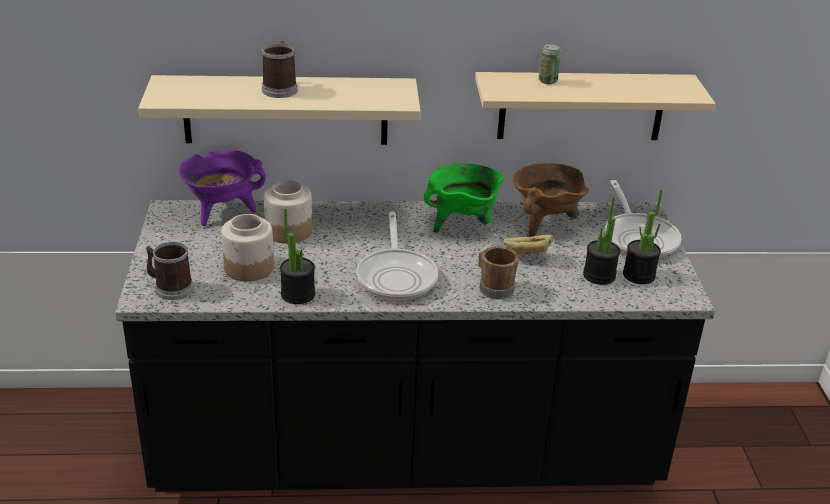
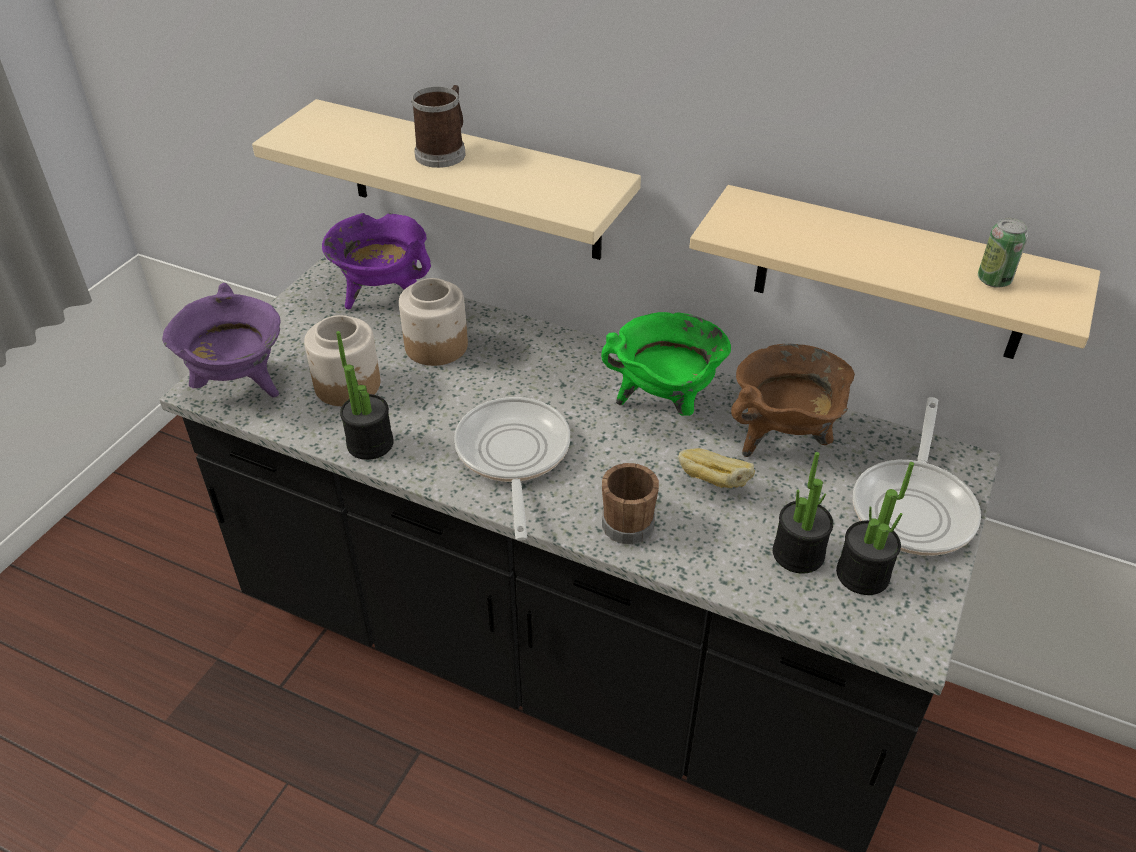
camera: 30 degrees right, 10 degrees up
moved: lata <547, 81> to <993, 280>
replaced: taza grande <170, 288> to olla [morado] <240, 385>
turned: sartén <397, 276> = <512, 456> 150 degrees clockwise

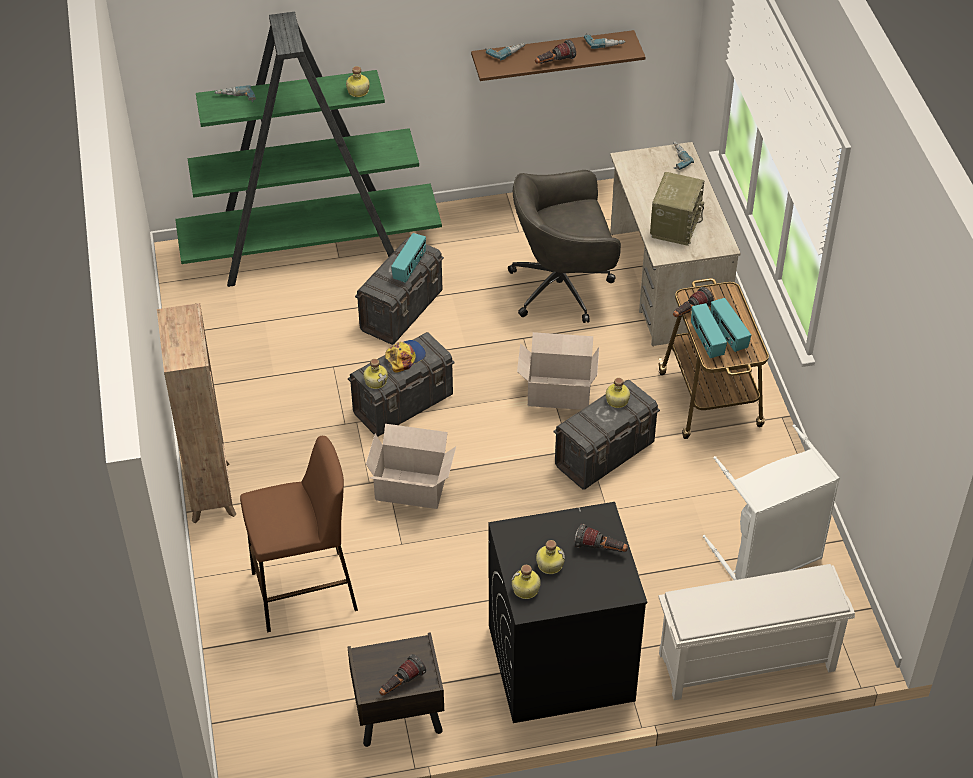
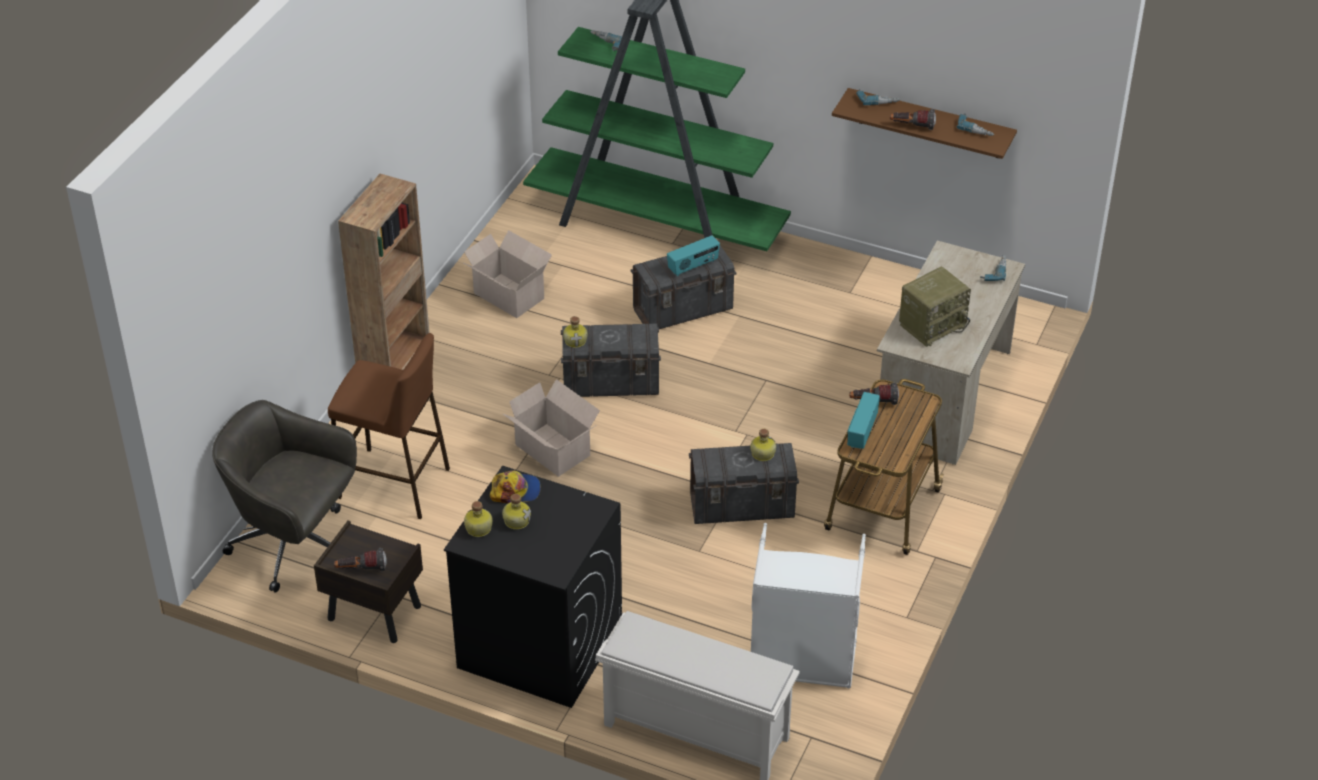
camera: 35 degrees right, 5 degrees down
removed: botella <358, 91>; linterna <601, 549>; radio <728, 335>
moved: gorra <405, 357> to <515, 491>; silla de oficina [gris] <563, 287> to <295, 546>; caja de cartón <557, 392> to <507, 295>

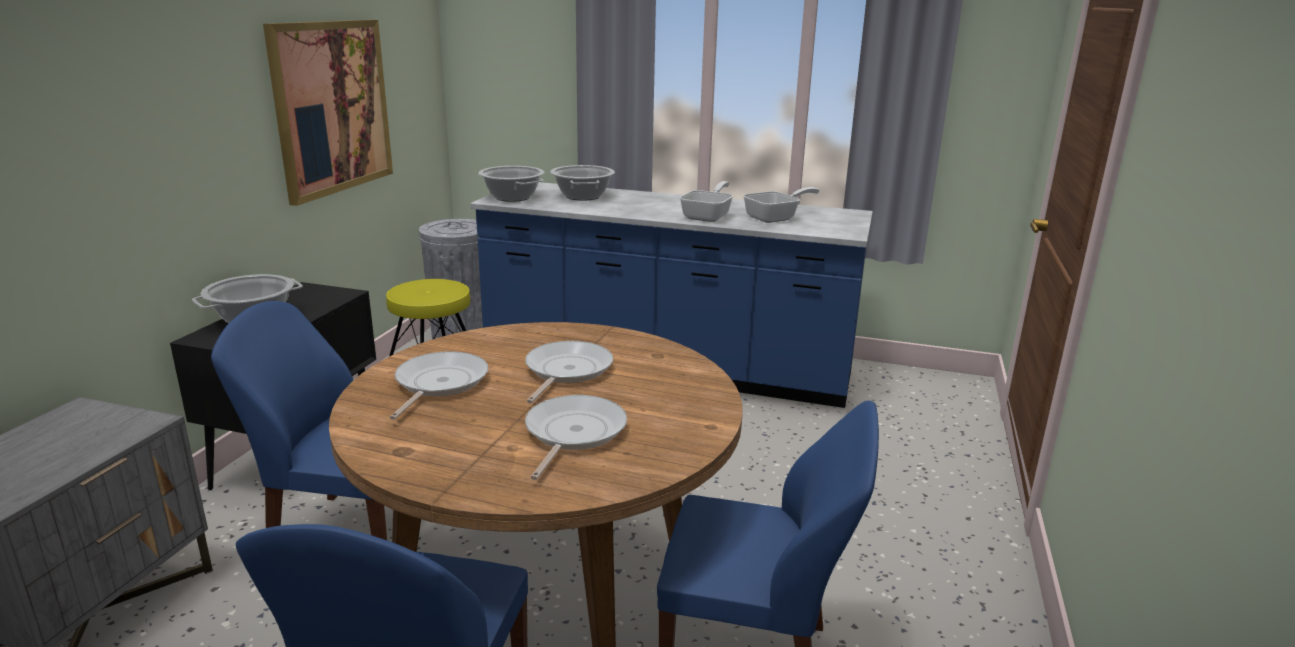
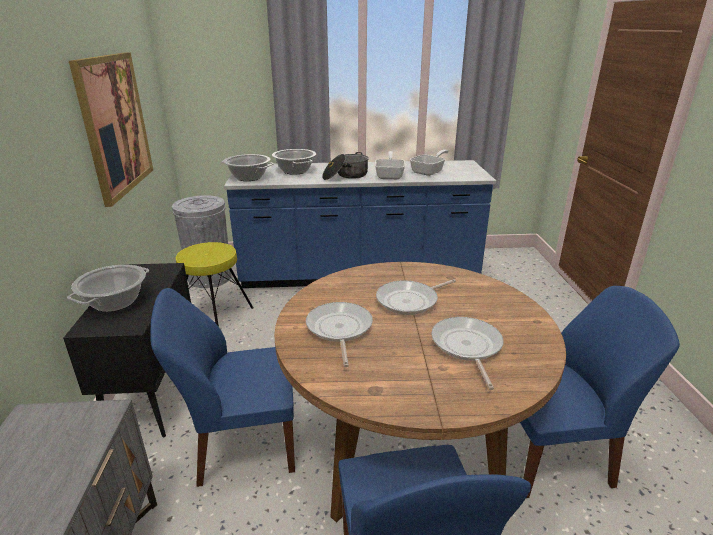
camera: 20 degrees left, 5 degrees up
added: olla <345, 176>
turned: sartén <566, 371> = <410, 301> 120 degrees counterclockwise

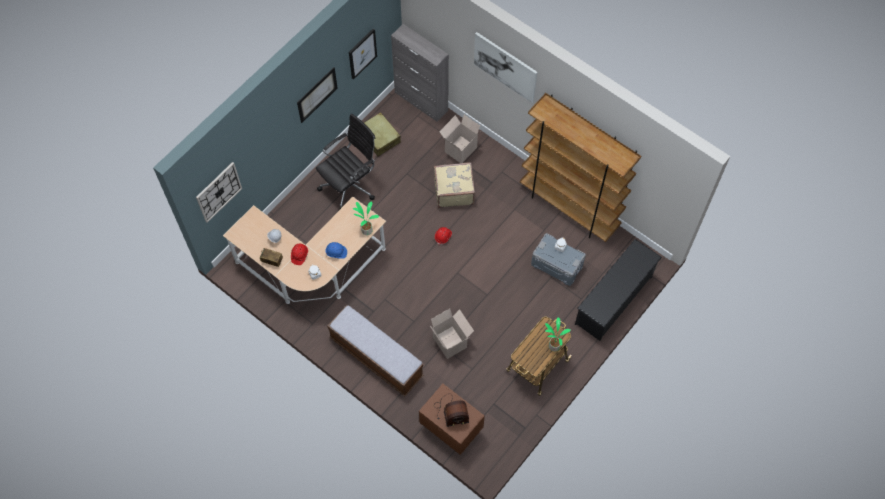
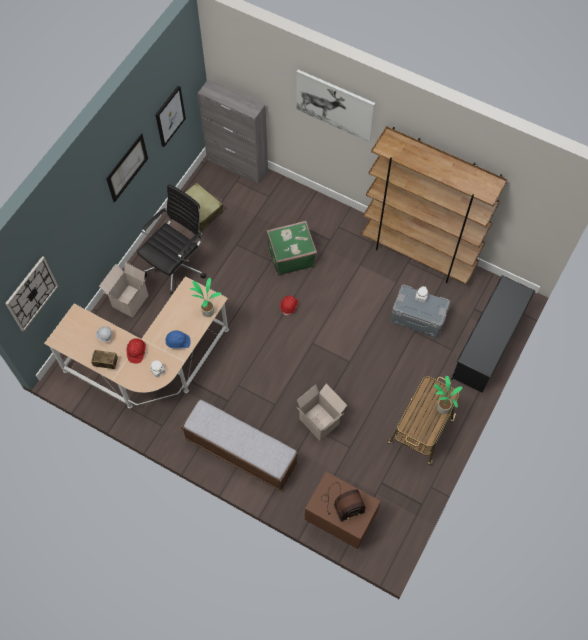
camera: 10 degrees left, 0 degrees up
moved: caja de cartón <460, 149> to <129, 300>
recoloured: maleta [beis] <453, 191> to maleta [verde] <290, 255>

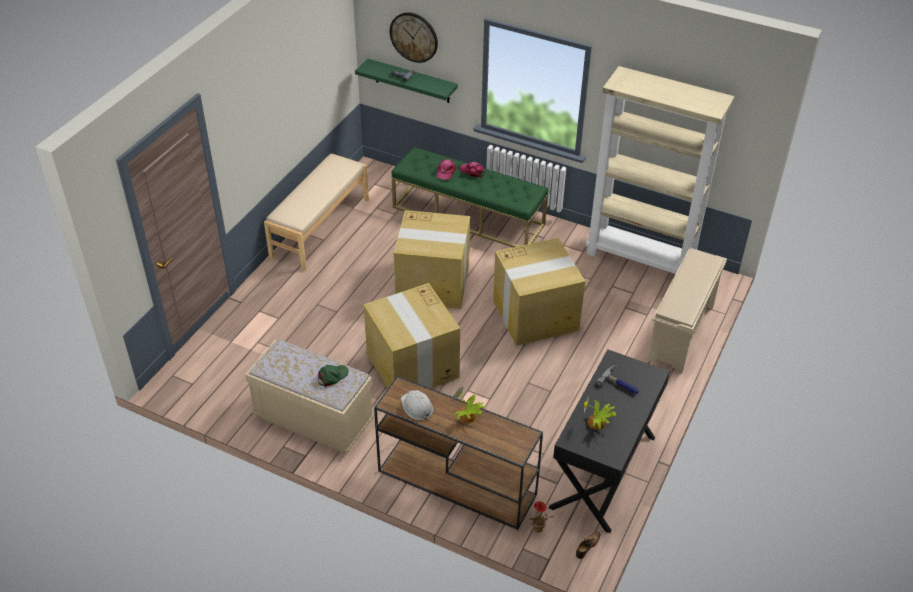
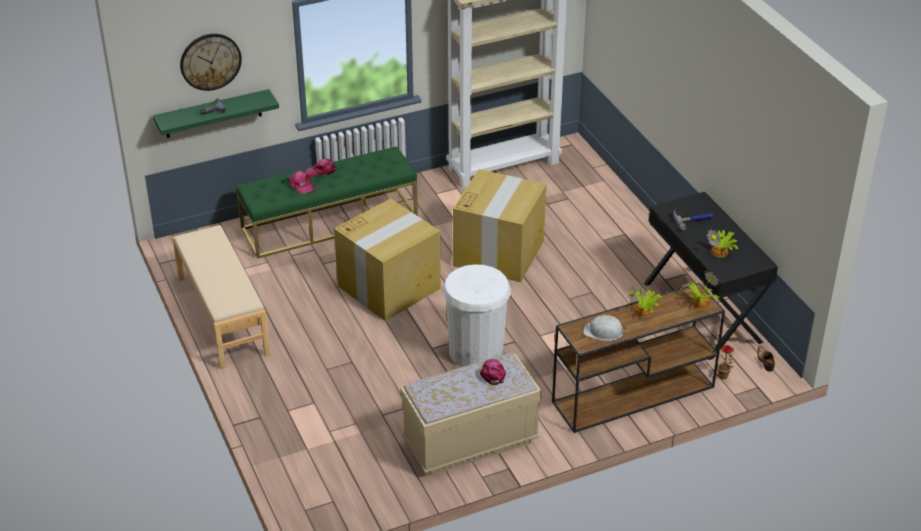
camera: 50 degrees left, 5 degrees down
removed: zapatero [beis] <681, 333>
added: planta en maceta <699, 303>
replaced: caja de cartón <413, 366> to papelera [blanco] <476, 351>
recoloured: gorra [verde] <332, 376> to gorra [rosa] <493, 373>

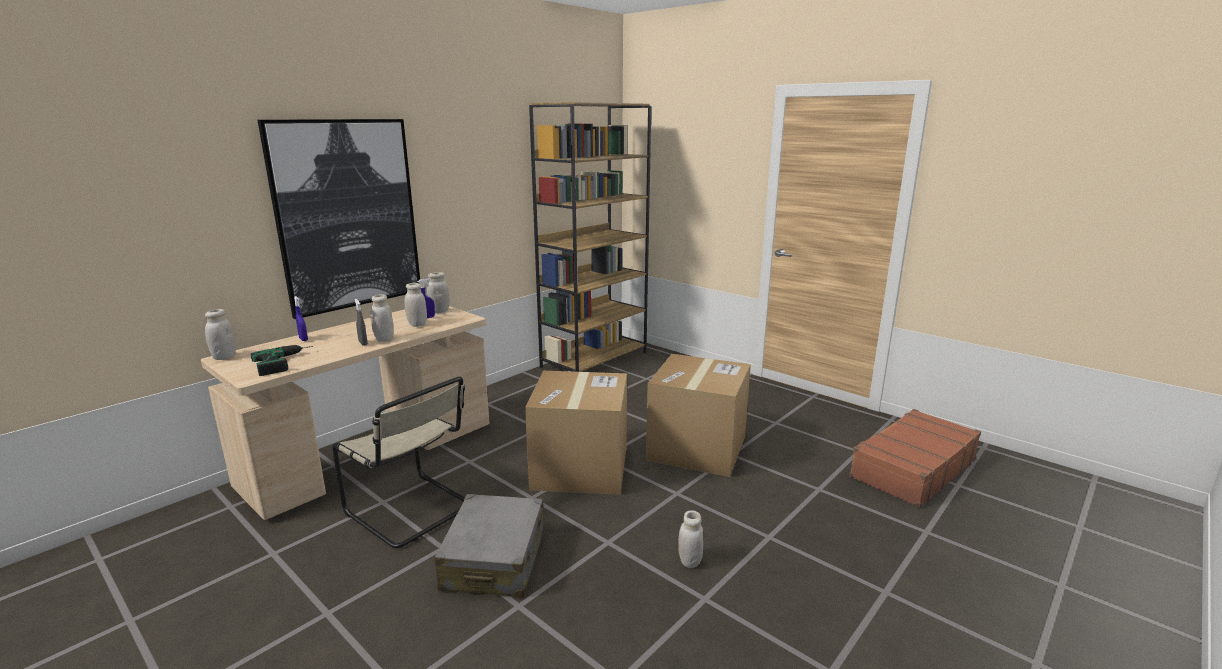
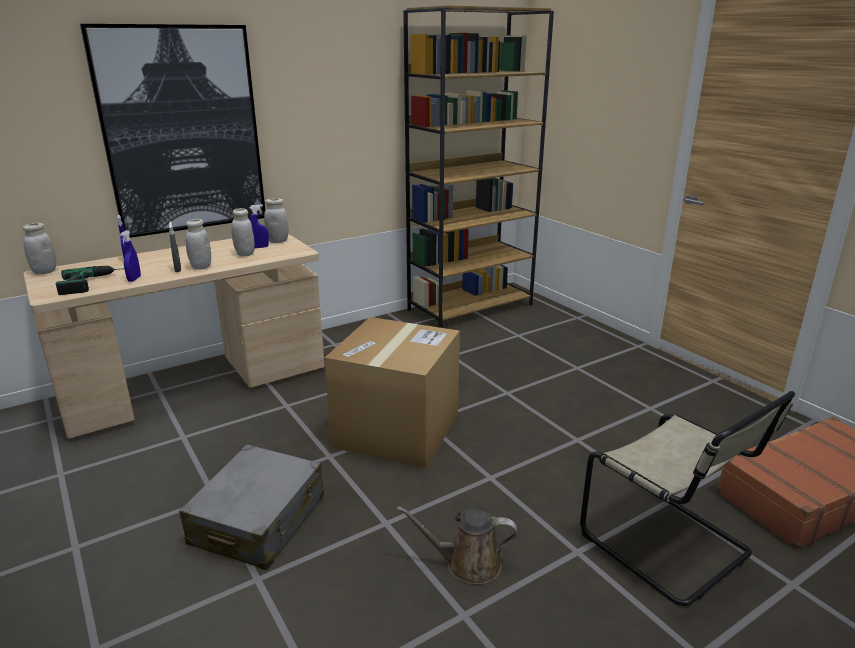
camera: 15 degrees right, 5 degrees up
removed: caja de cartón <697, 448>
added: pulverizador [azul] <134, 279>
moved: silla [beis] <412, 511> to <670, 547>
replaced: tarro [blanco] <690, 561> to regadera [marrón] <467, 564>

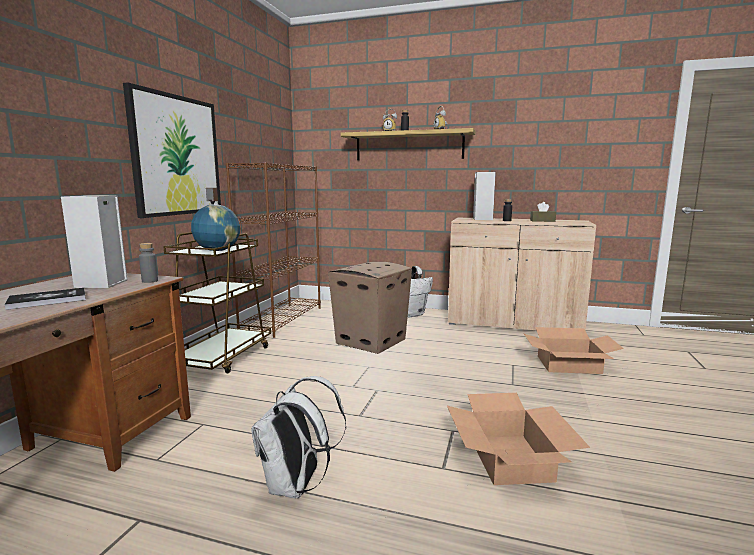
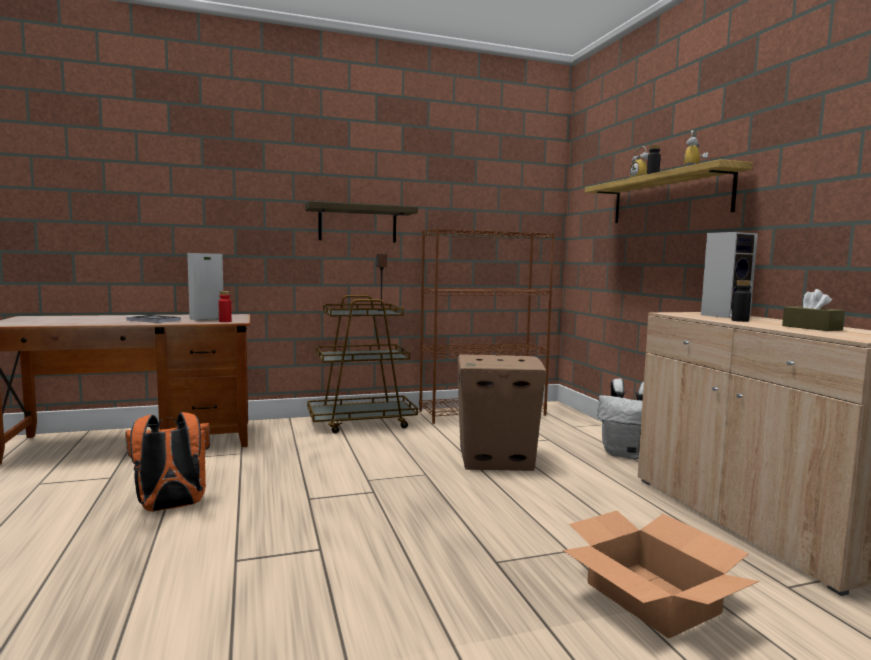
camera: 55 degrees right, 5 degrees down
removed: globo terráqueo <217, 250>; caja de cartón <510, 458>
replaced: cuadro <176, 156> to estante <357, 224>
recoloured: botella [gris] <150, 281> to botella [rojo] <225, 321>; mochila [blanco] <296, 486> to mochila [naranja] <170, 507>

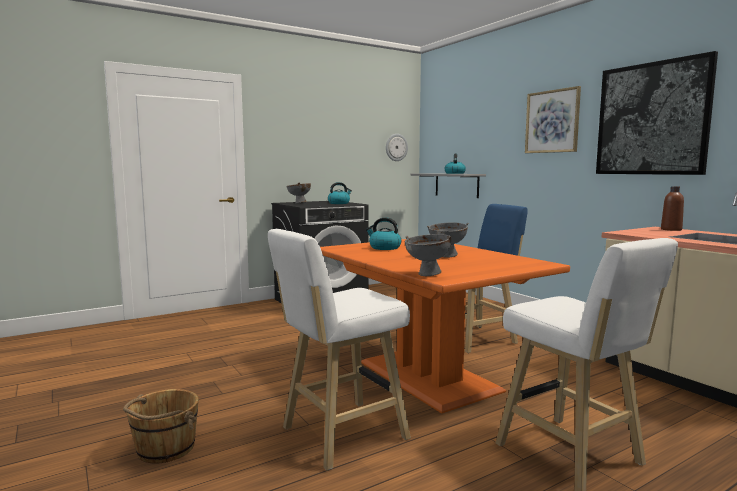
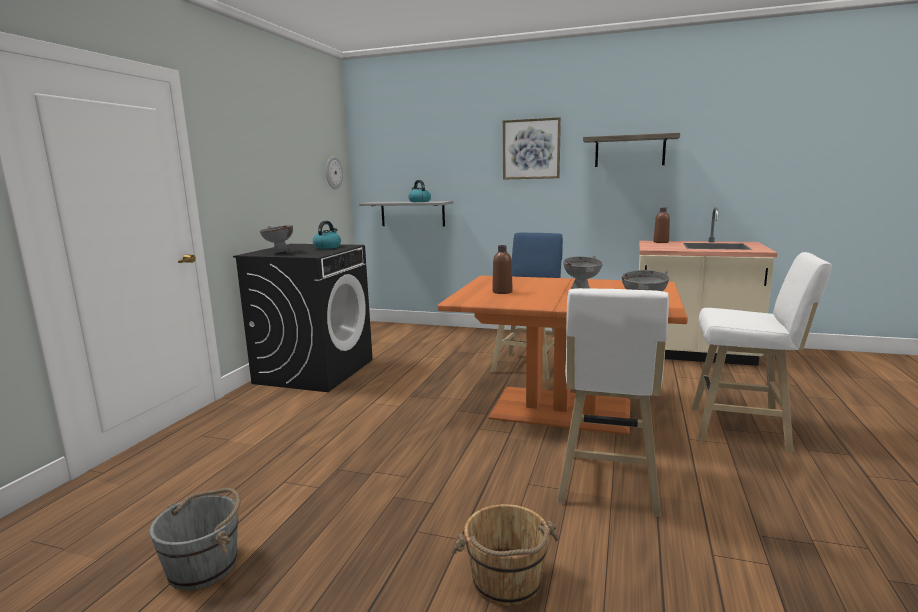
camera: 40 degrees left, 5 degrees up
added: cubo [gris] <204, 566>
replaced: hervidor <384, 248> to botella [marrón] <502, 292>; cuadro <652, 119> to estante <629, 151>

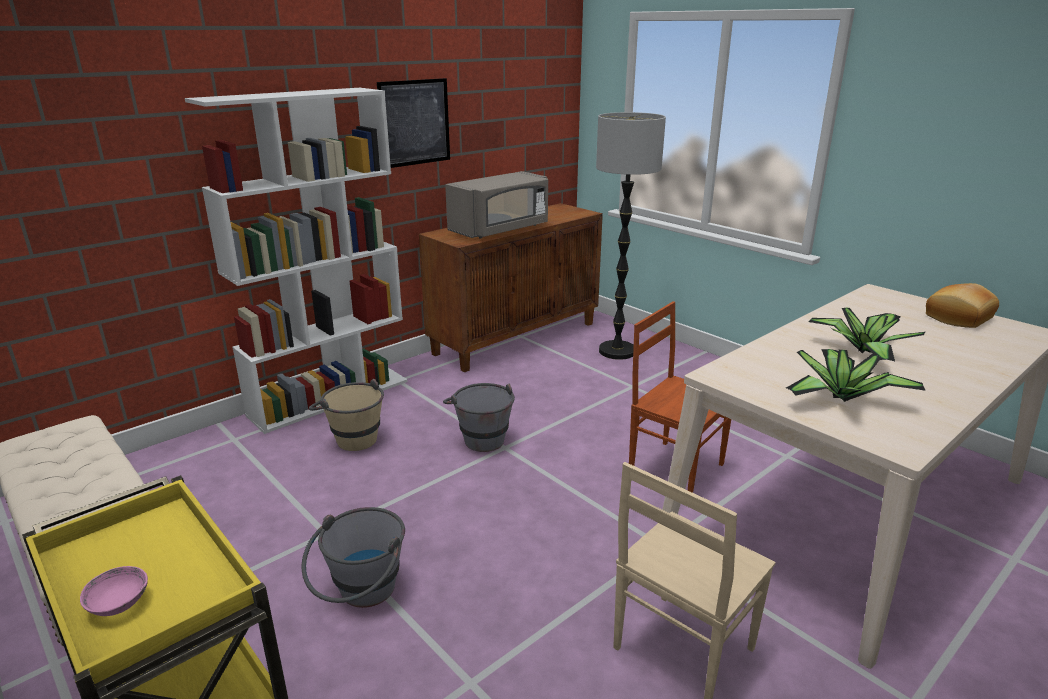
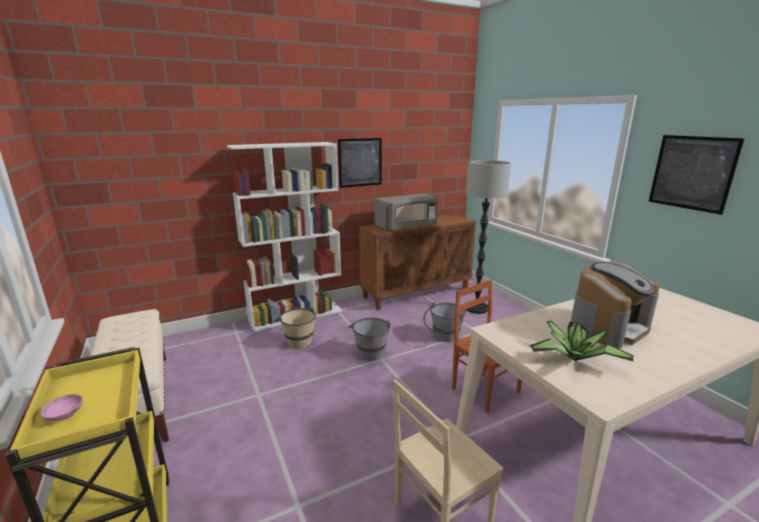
camera: 15 degrees right, 5 degrees down
removed: pan <960, 318>
added: cuadro <692, 173>
moved: cubo [gris] <361, 596> to <443, 338>
replaced: planta en maceta <861, 350> to cafetera <608, 326>

